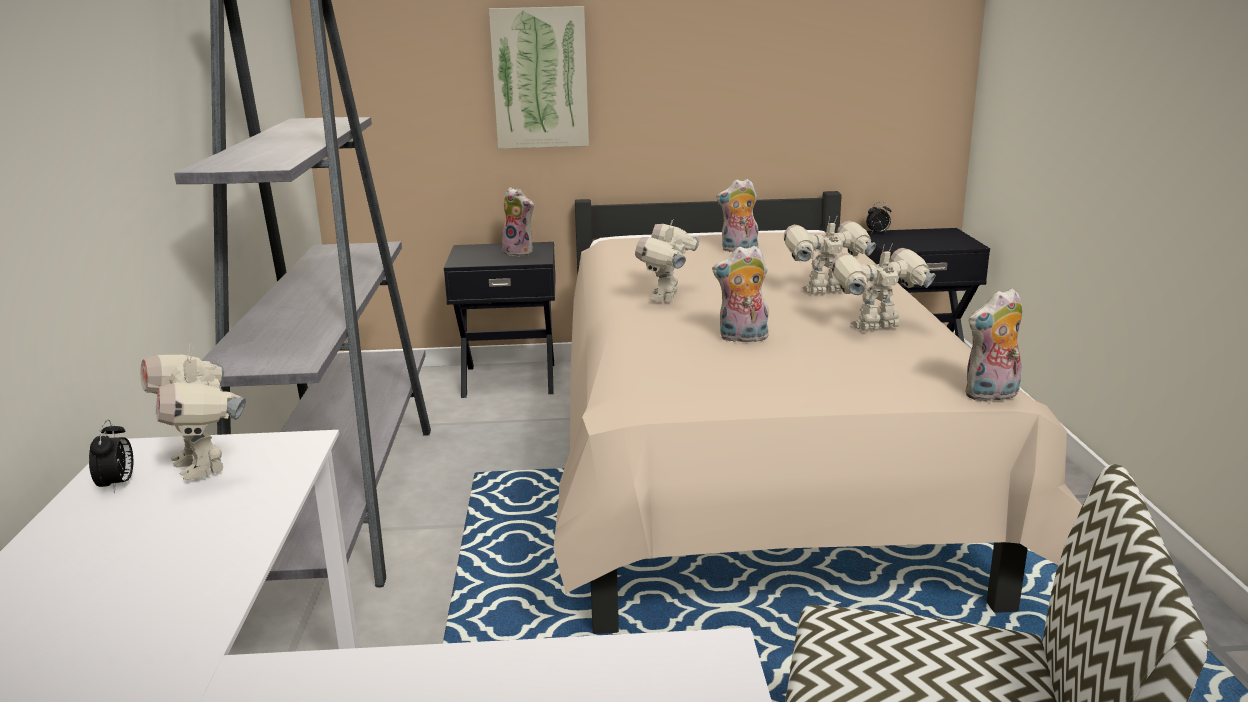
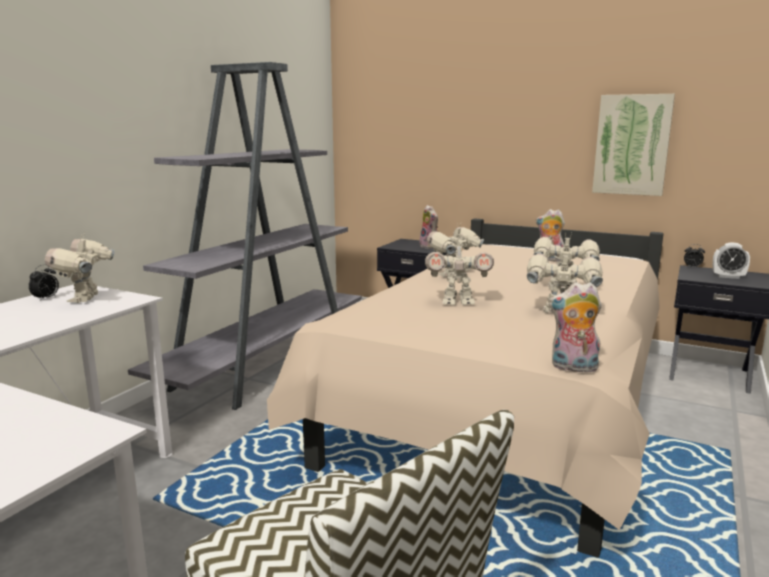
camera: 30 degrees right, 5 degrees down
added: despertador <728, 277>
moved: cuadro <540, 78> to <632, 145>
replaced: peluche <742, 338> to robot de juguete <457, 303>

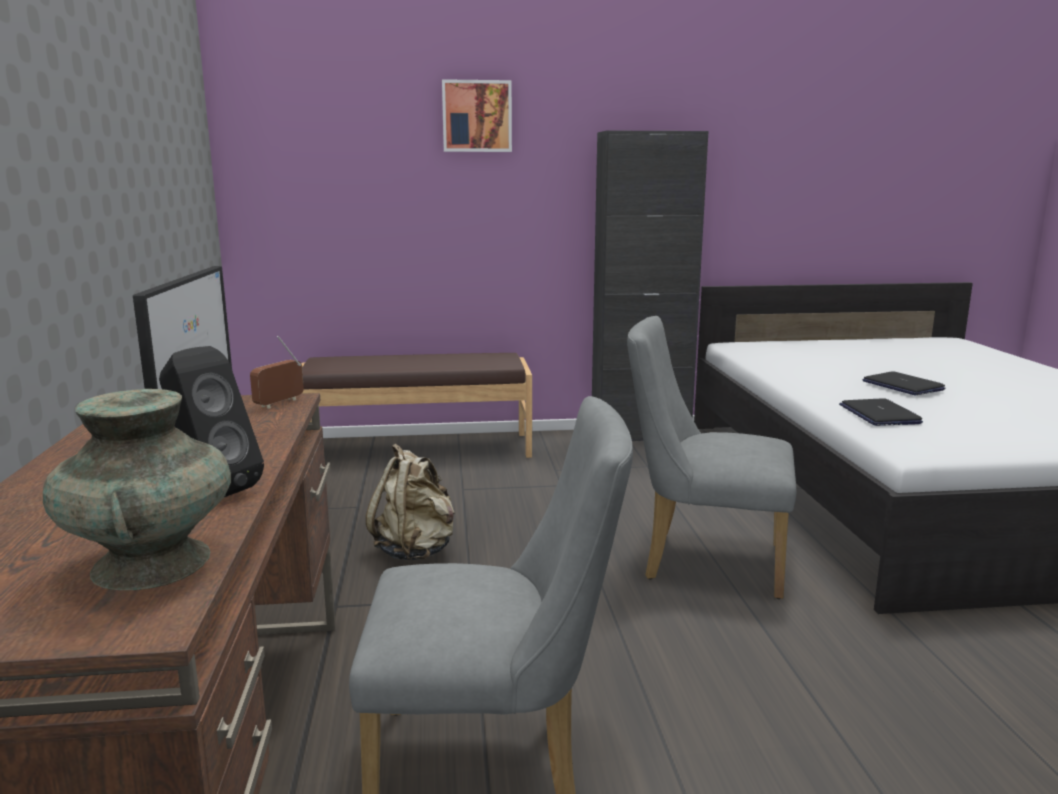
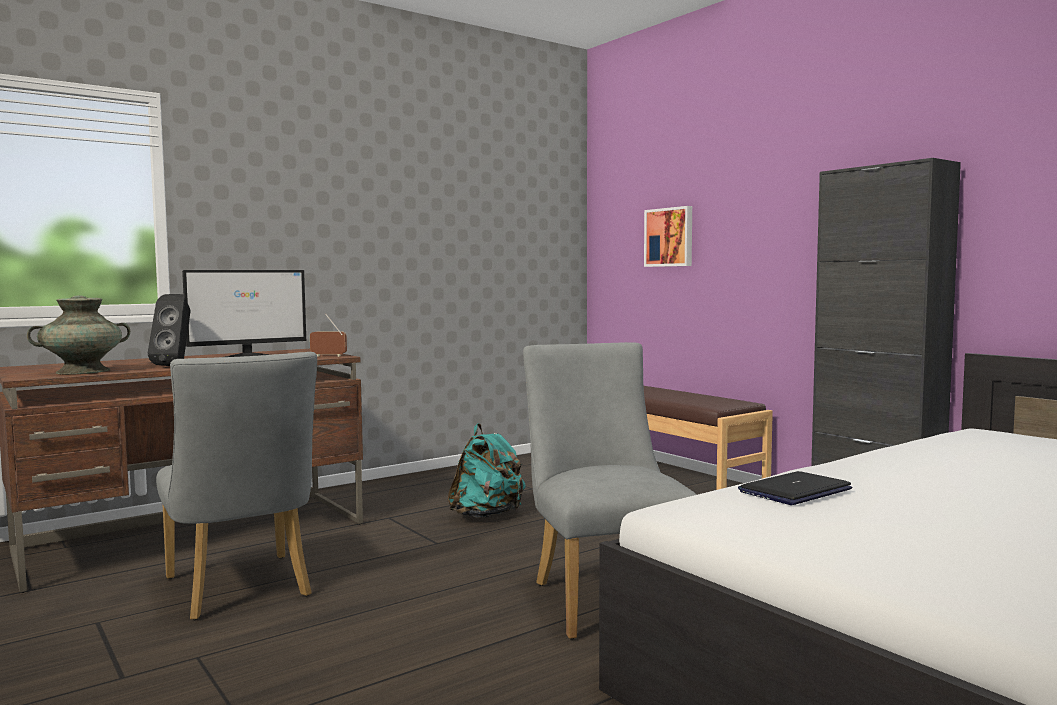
camera: 60 degrees right, 10 degrees down
removed: portátil <902, 385>
moved: cuadro <477, 116> to <669, 237>
recoloured: mochila [beis] <416, 551> to mochila [turquesa] <487, 515>

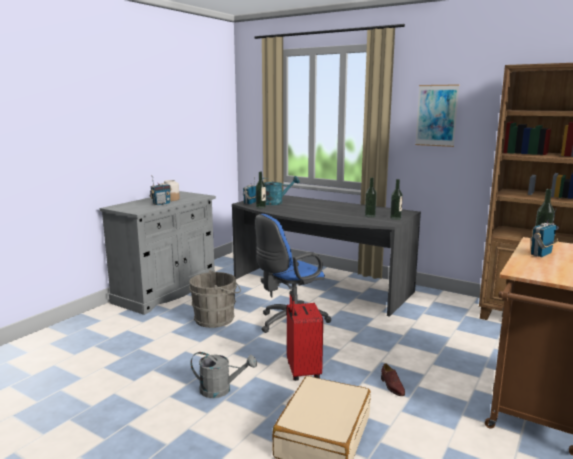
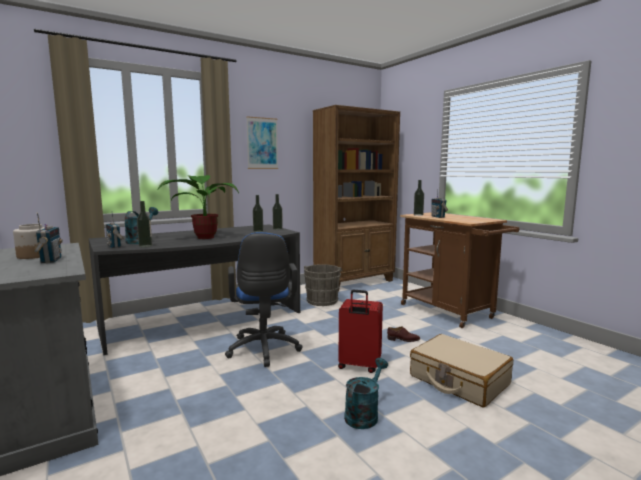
camera: 65 degrees left, 5 degrees down
added: planta en maceta <204, 237>
moved: cubo [gris] <217, 319> to <322, 300>
recoloured: regadera [gris] <221, 390> to regadera [turquesa] <364, 414>

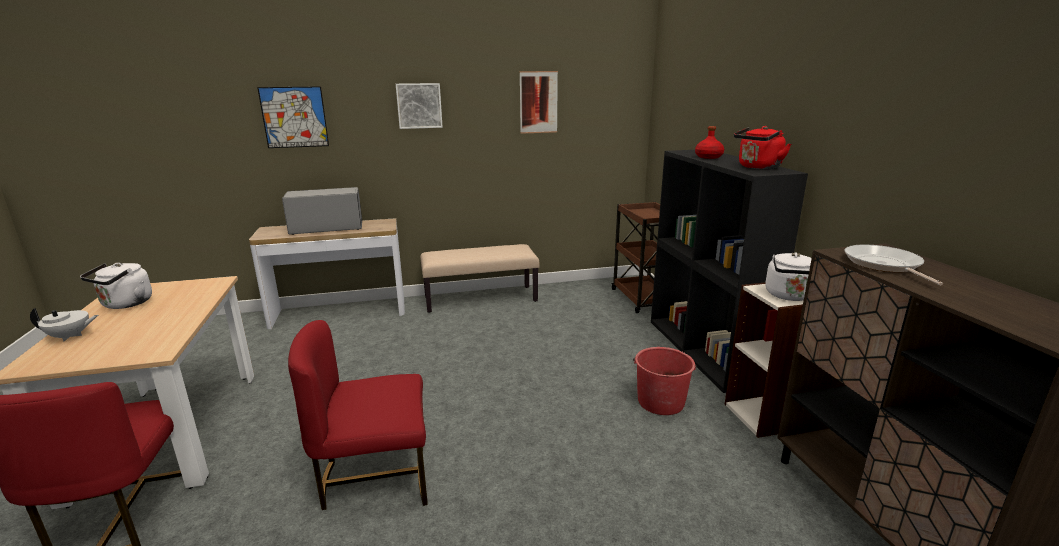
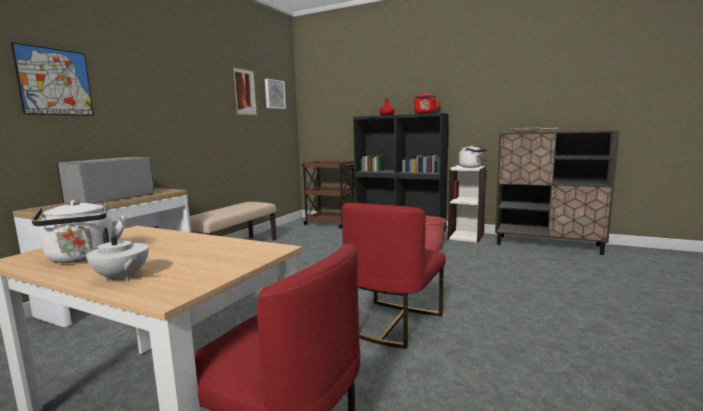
camera: 50 degrees left, 10 degrees down
moved: cuadro <419, 105> to <274, 94>
turned: tetera [blanco] <70, 336> = <121, 278> 105 degrees clockwise

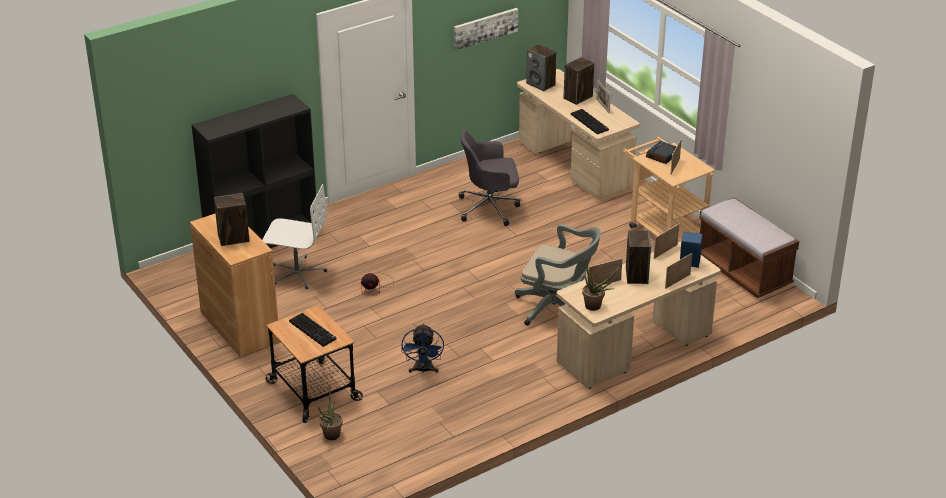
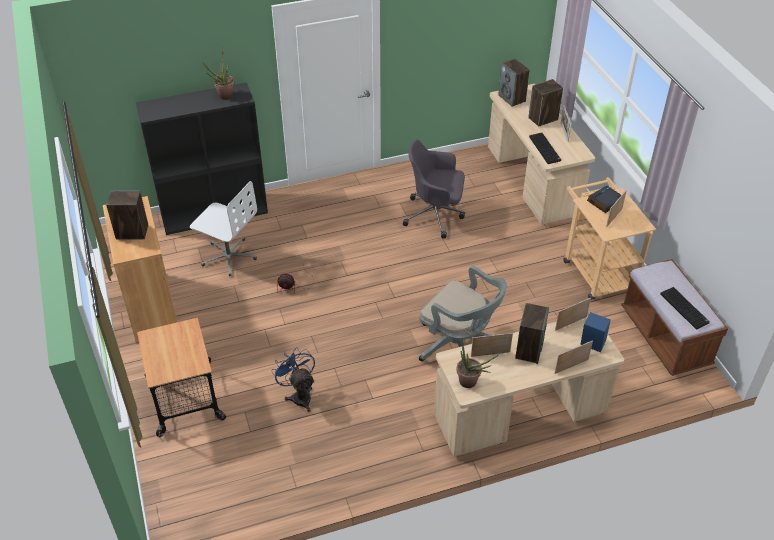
camera: 15 degrees right, 10 degrees up
removed: cuadro <485, 28>
moved: teclado <313, 330> to <685, 308>; planta en maceta <330, 437> to <223, 97>
turned: ventilador [azul] <423, 370> = <299, 395> 135 degrees clockwise

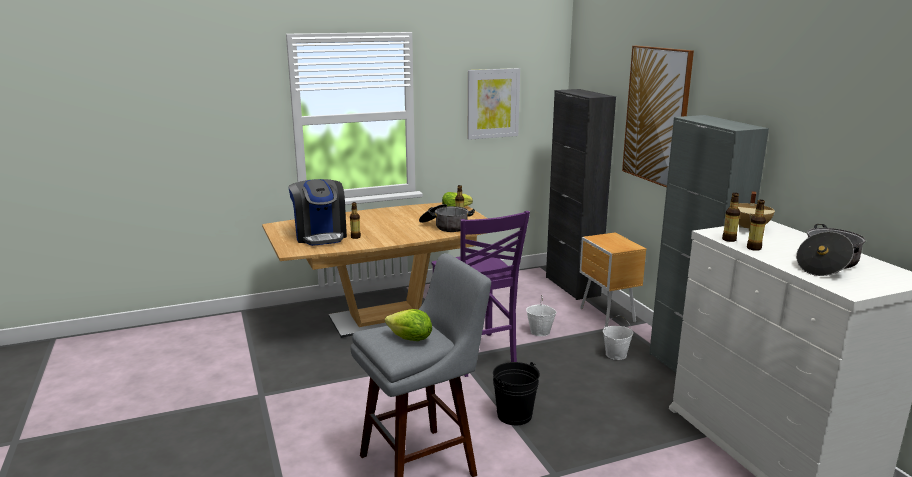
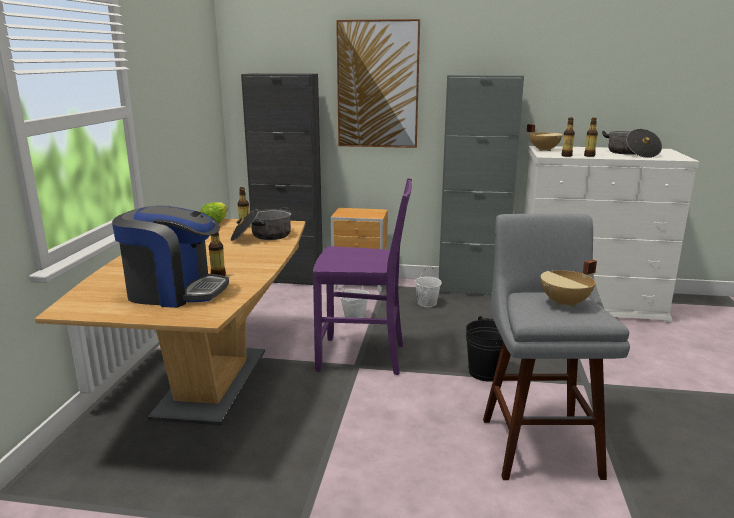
camera: 60 degrees left, 0 degrees up
removed: cuadro <493, 103>
replaced: lechuga <410, 339> to olla [beis] <566, 303>

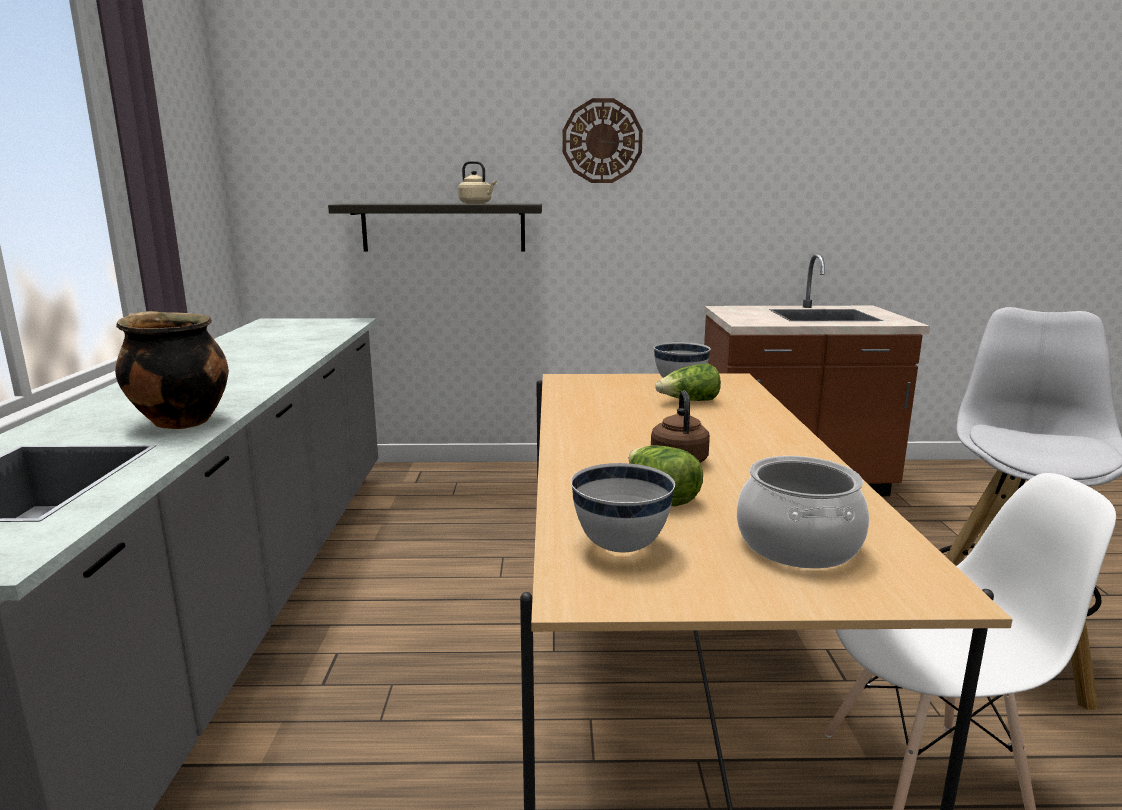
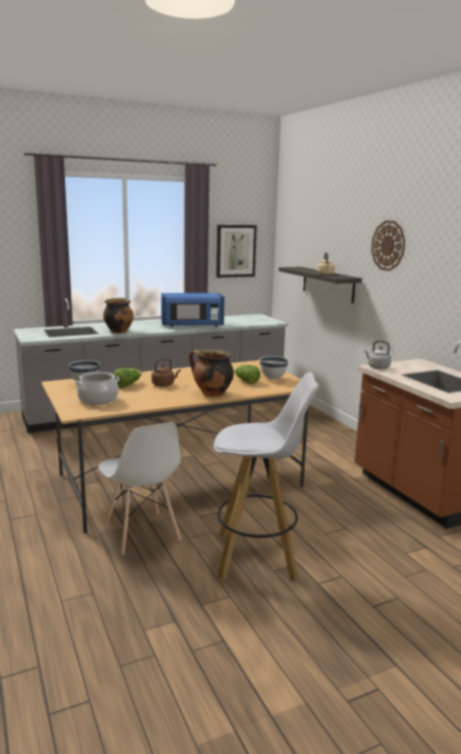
camera: 65 degrees right, 0 degrees up
added: microondas [azul] <192, 325>; olla <211, 394>; cuadro <235, 251>; hervidor [gris] <377, 367>

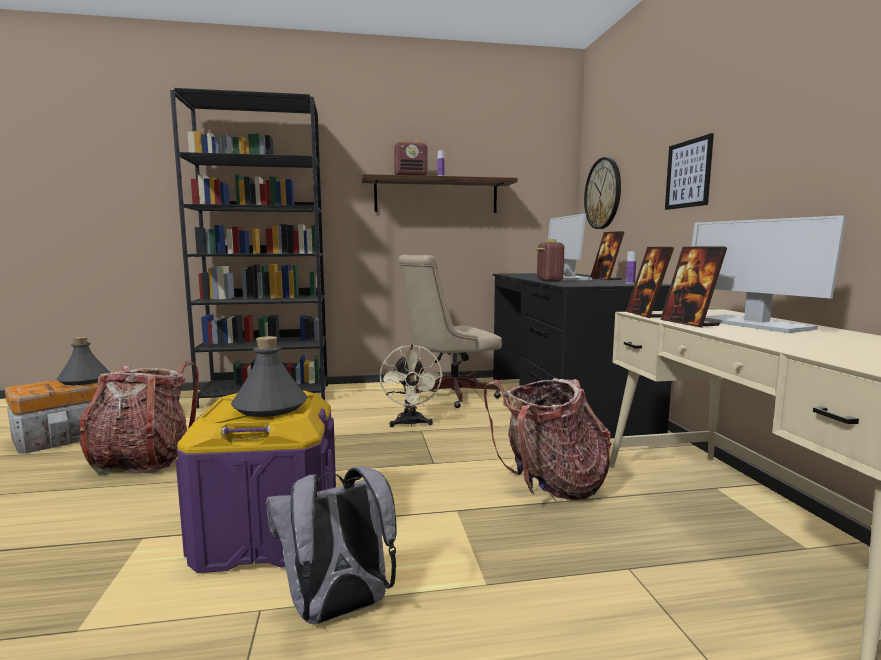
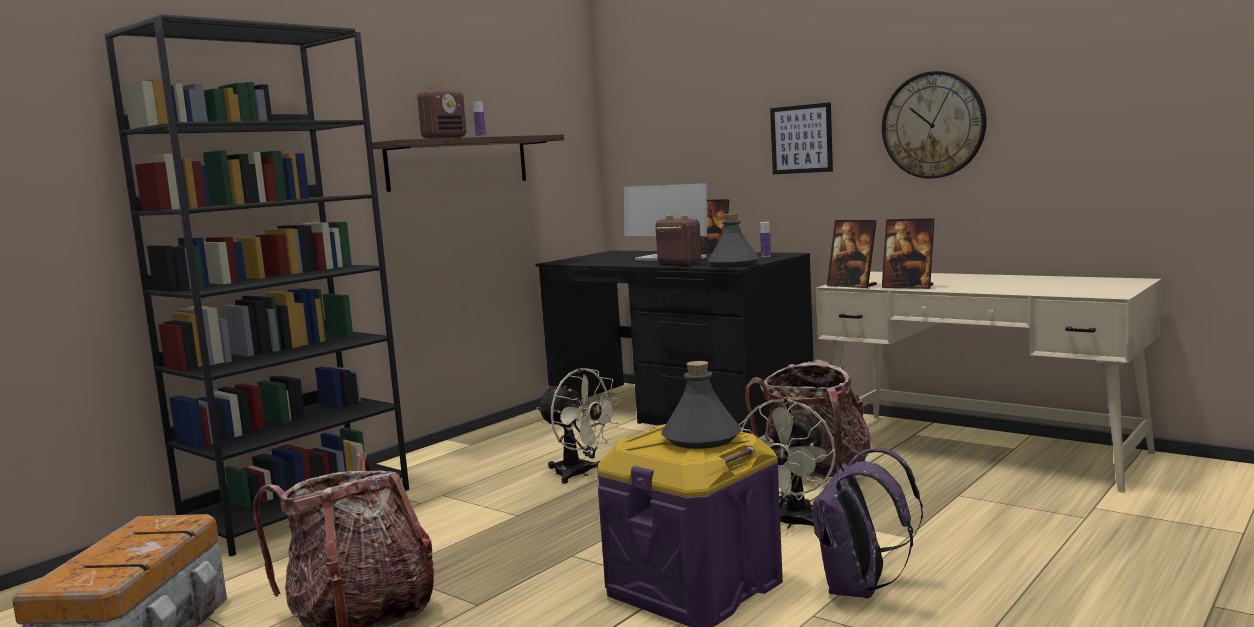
camera: 40 degrees left, 0 degrees up
removed: silla de oficina [beis] <447, 395>; monitor <752, 324>
added: ventilador [beis] <792, 524>
moved: botella [gris] <84, 380> to <733, 264>; reloj de pared <603, 193> to <933, 125>
recoloured: mochila [gris] <338, 610> to mochila [morado] <860, 589>

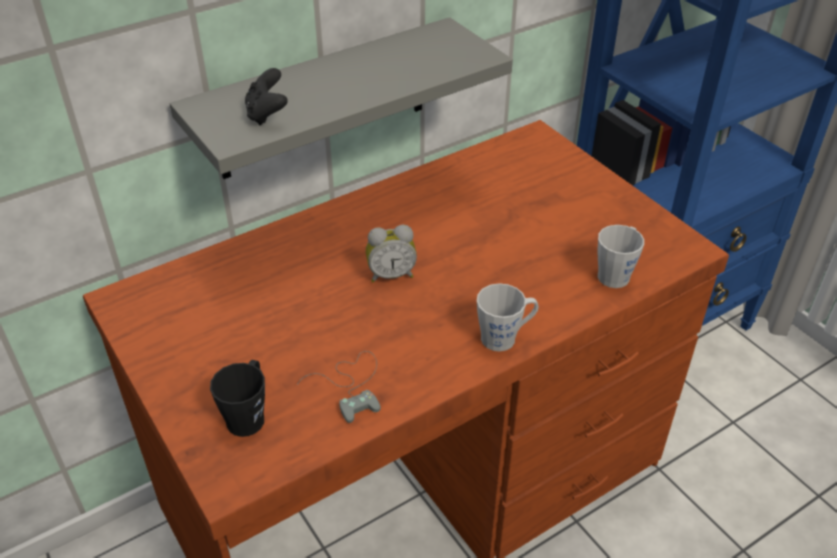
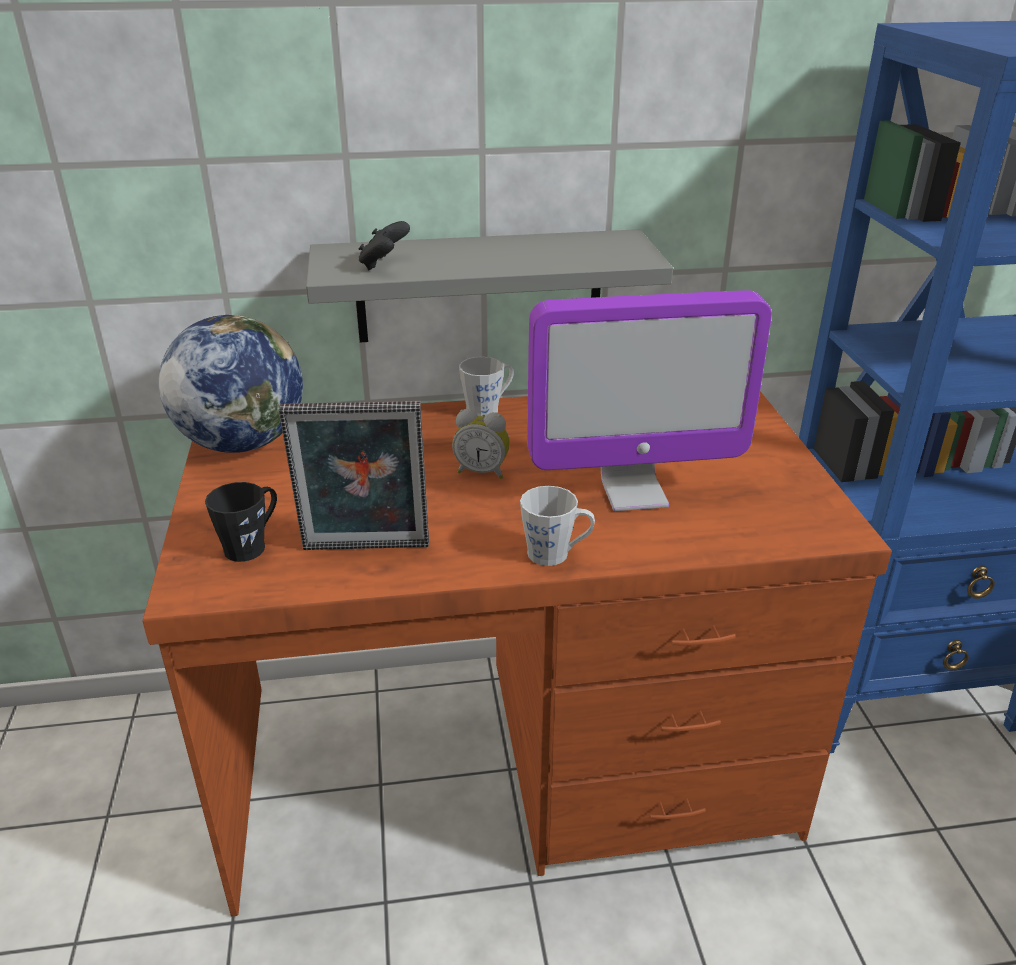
camera: 25 degrees right, 10 degrees down
added: globo terráqueo <242, 443>; monitor <633, 492>
moved: taza grande [gris] <616, 273> to <488, 409>
replaced: mando de consola [gris] <352, 385> to portarretratos <365, 550>

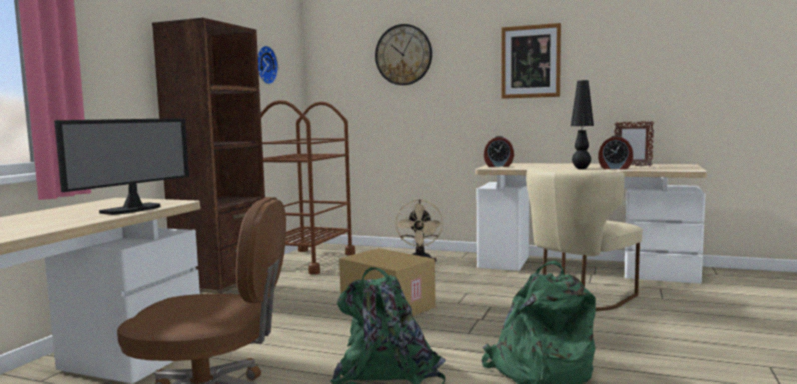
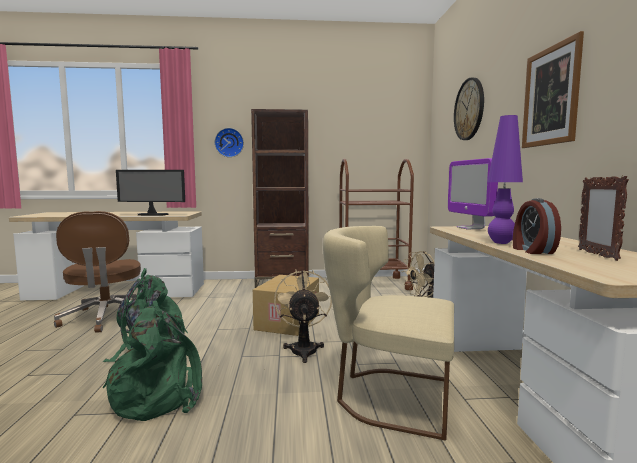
camera: 65 degrees right, 0 degrees up
added: ventilador [beis] <303, 348>
moved: reloj de pared <264, 65> to <229, 142>
replaced: despertador <498, 166> to monitor <470, 228>
recoloured: lámpara de mesa [negro] <581, 168> to lámpara de mesa [morado] <501, 243>

